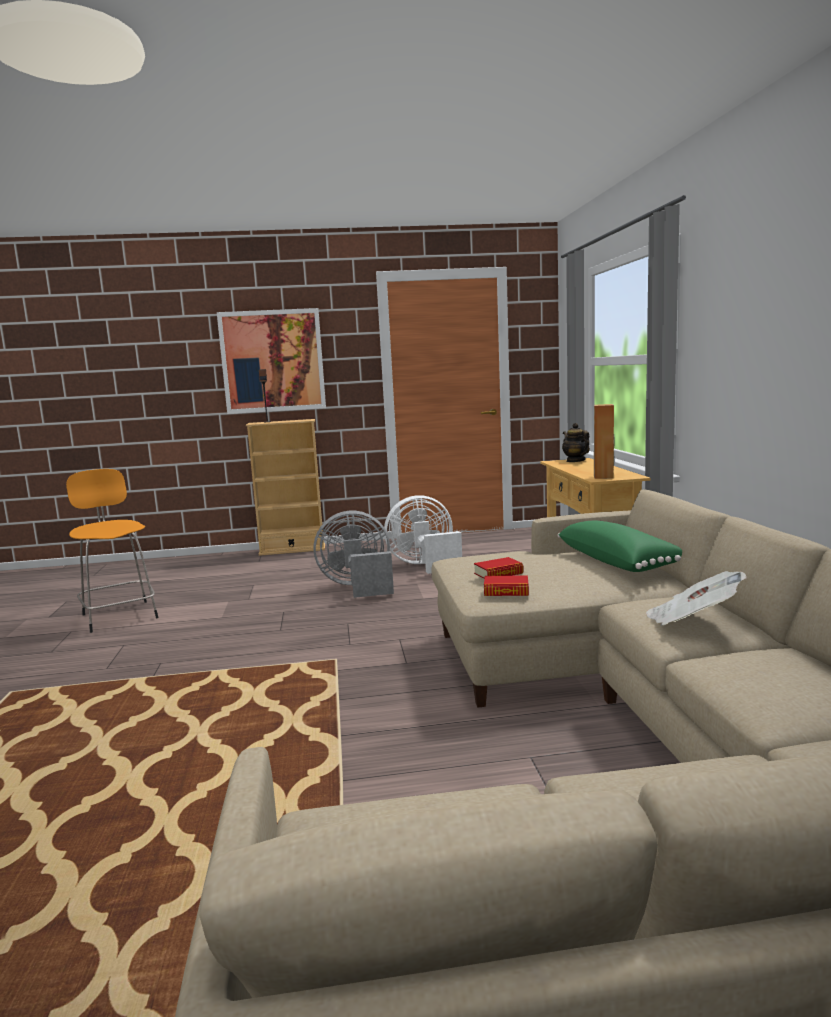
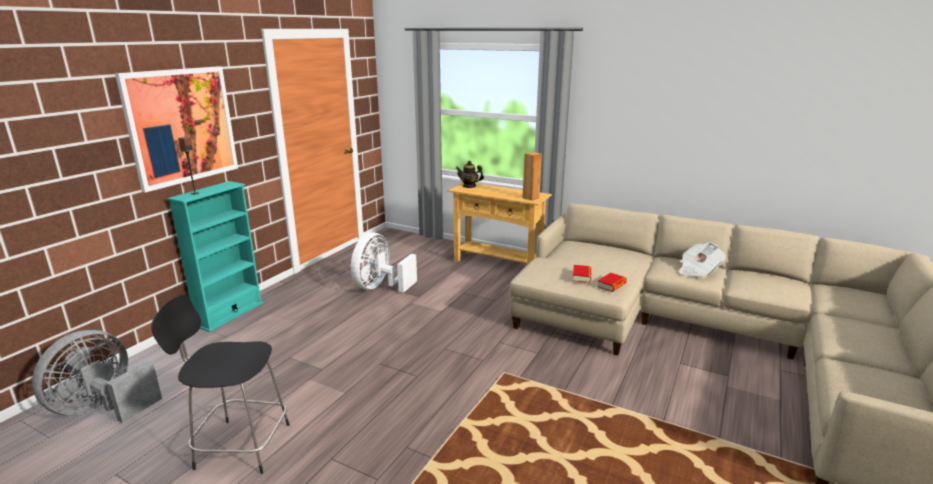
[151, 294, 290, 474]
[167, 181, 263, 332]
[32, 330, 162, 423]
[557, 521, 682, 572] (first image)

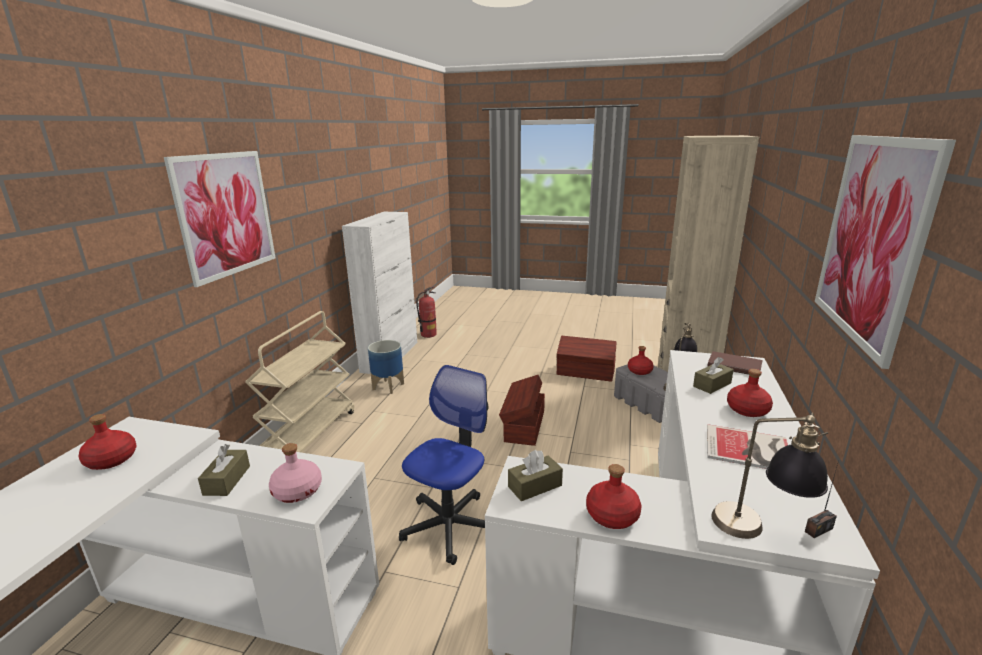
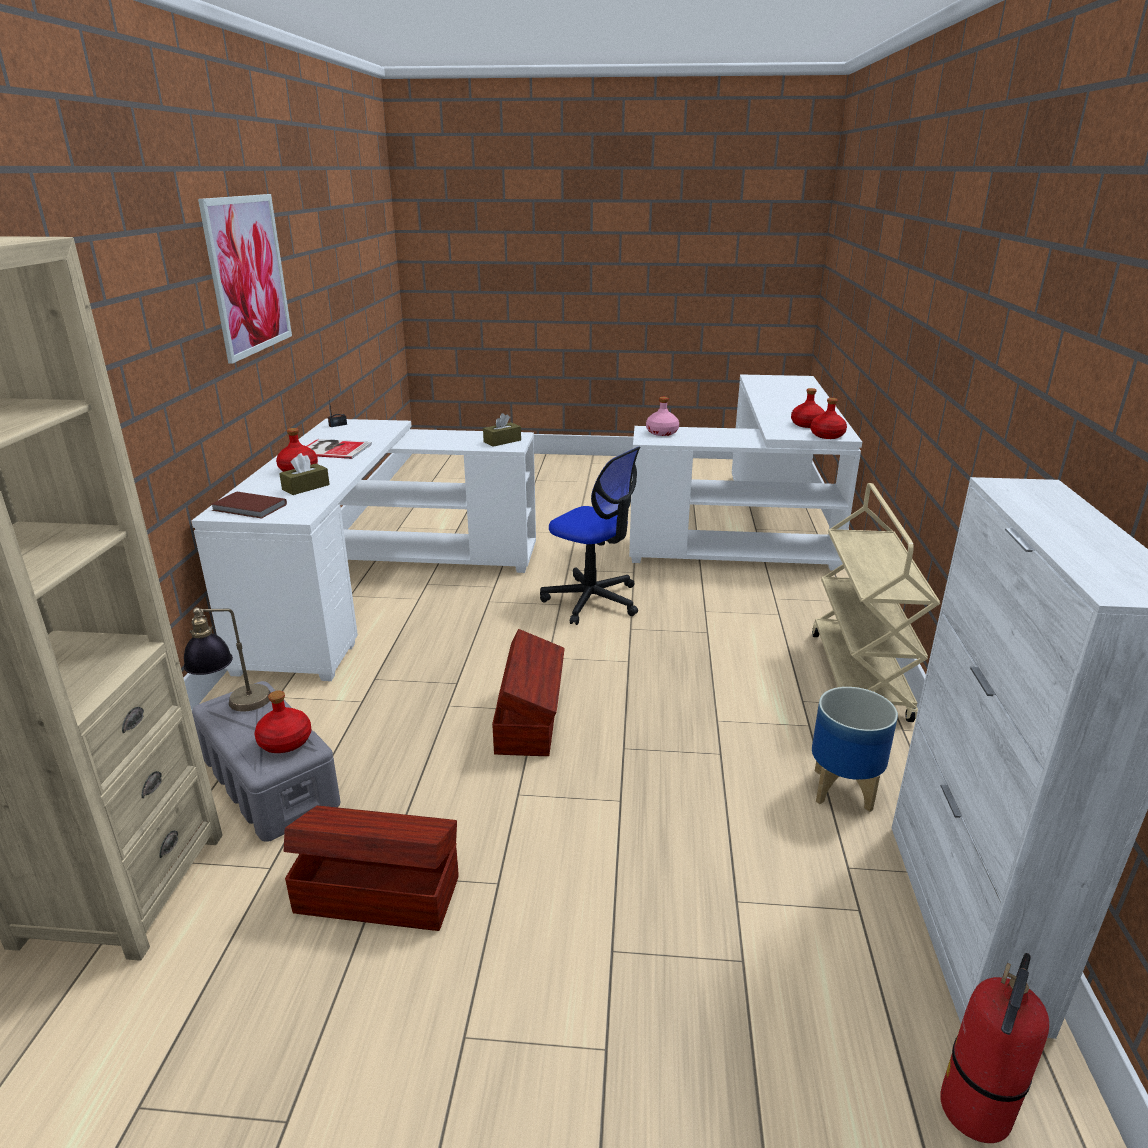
[164, 151, 276, 287] (first image)
[198, 444, 250, 496] (first image)
[540, 447, 640, 625]
[810, 398, 847, 439]
[711, 413, 828, 539] (first image)

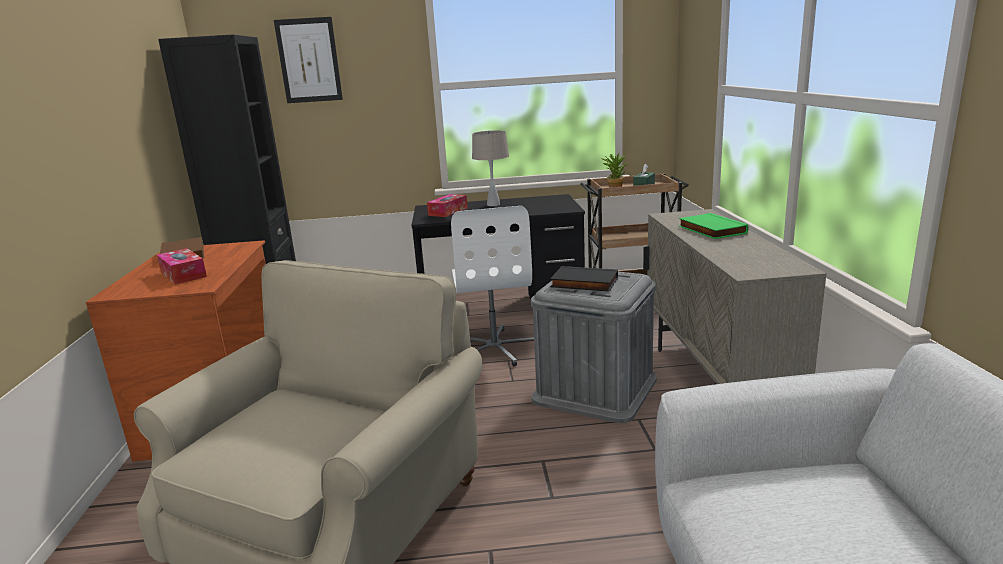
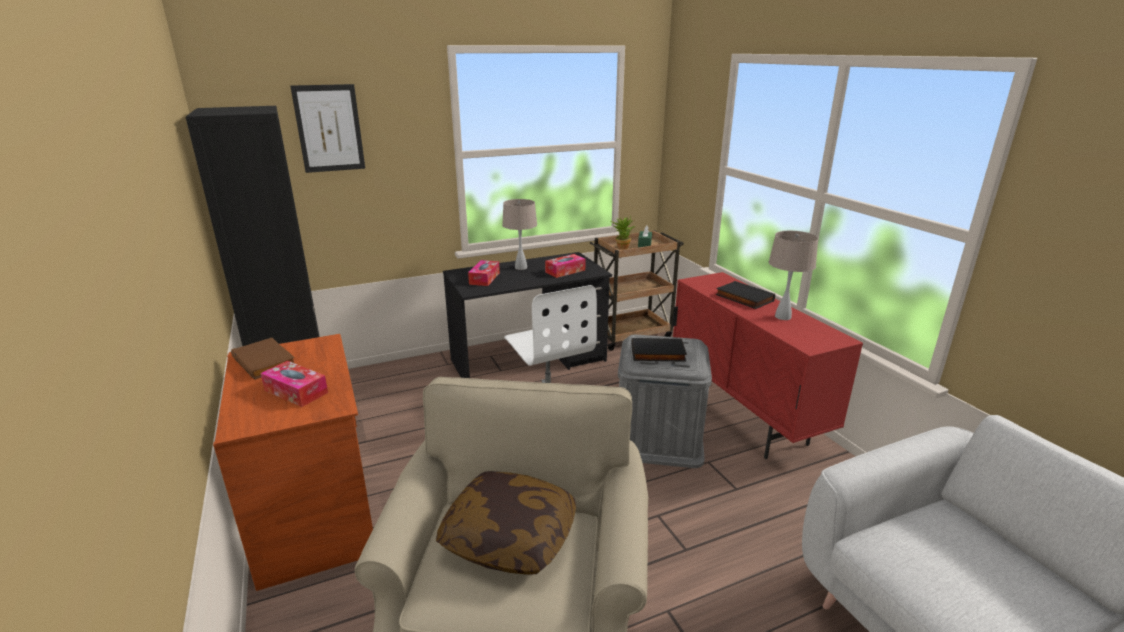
[672, 272, 863, 459]
[715, 281, 775, 309]
[436, 471, 576, 575]
[545, 254, 586, 278]
[769, 231, 819, 320]

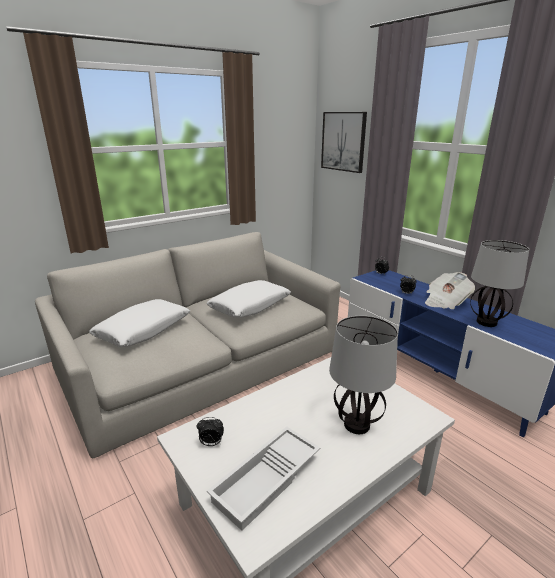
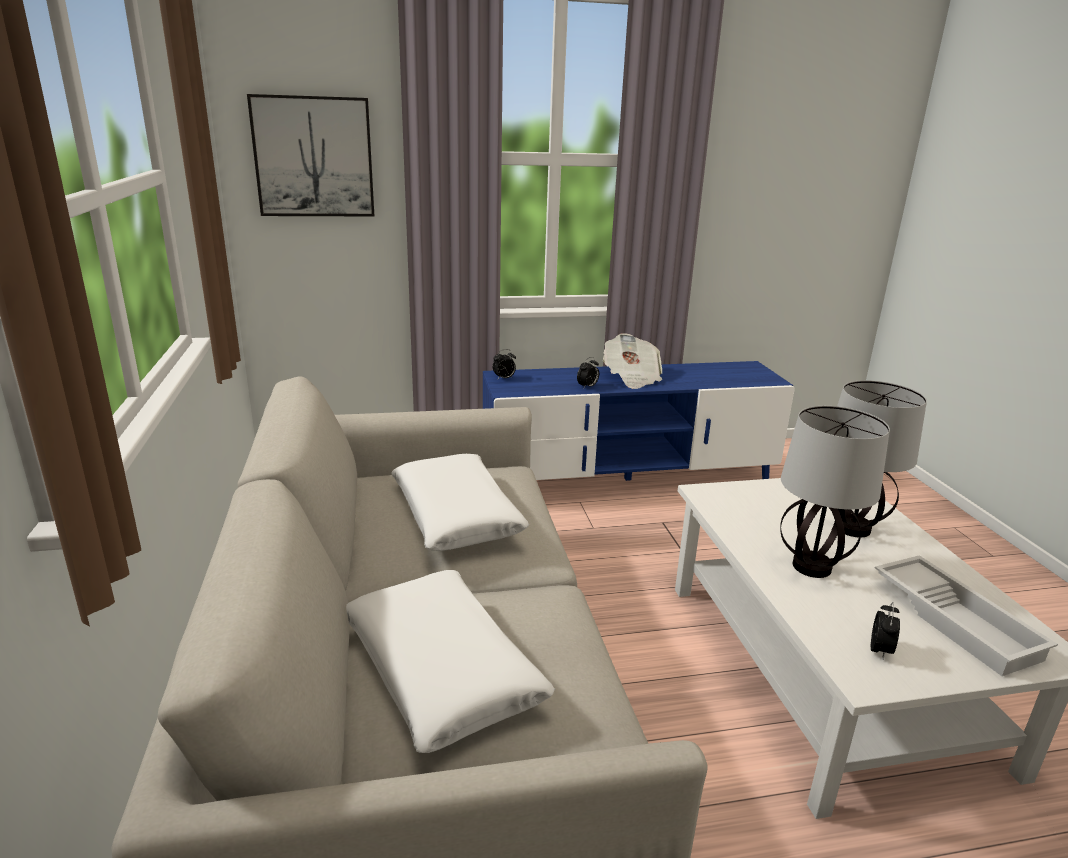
[780, 406, 890, 578]

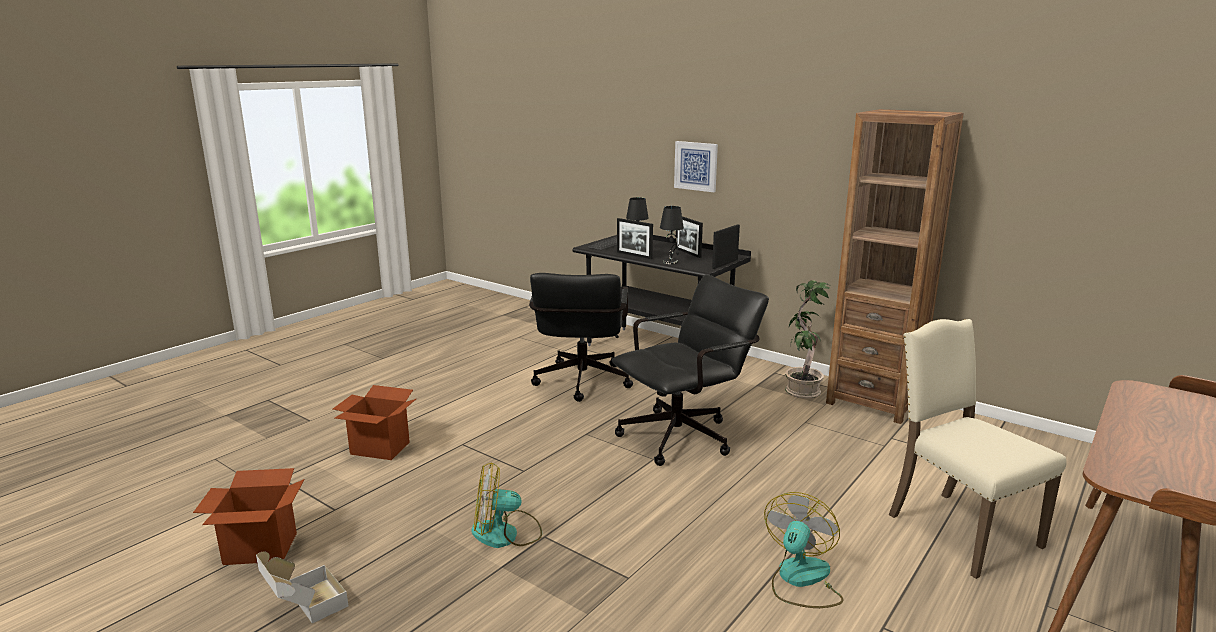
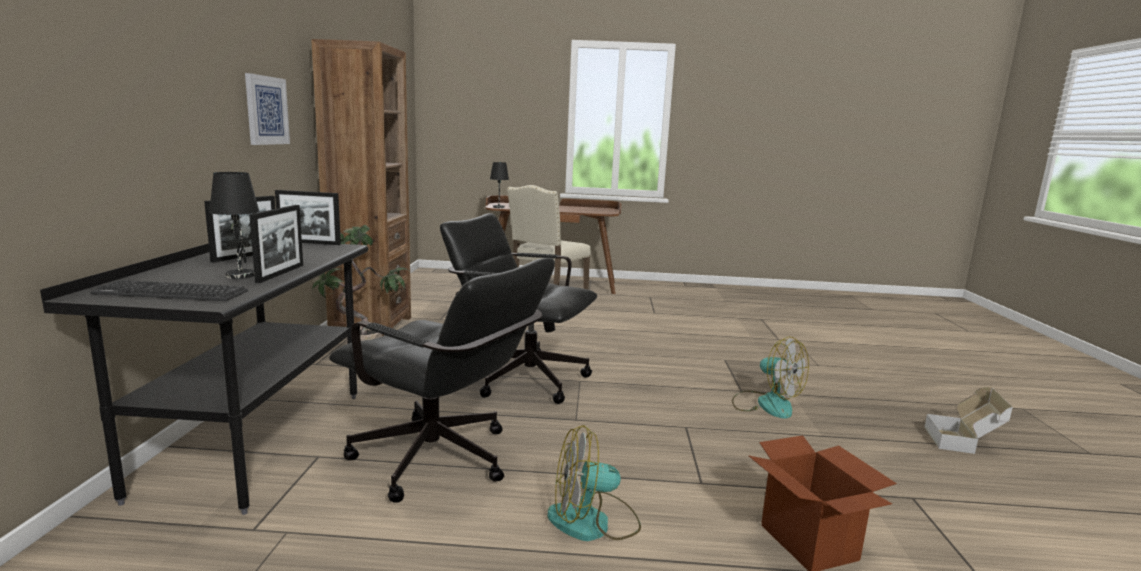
[193, 468, 305, 565] (first image)
[329, 258, 555, 503]
[490, 162, 509, 208]
[245, 73, 290, 145]
[548, 425, 641, 541]

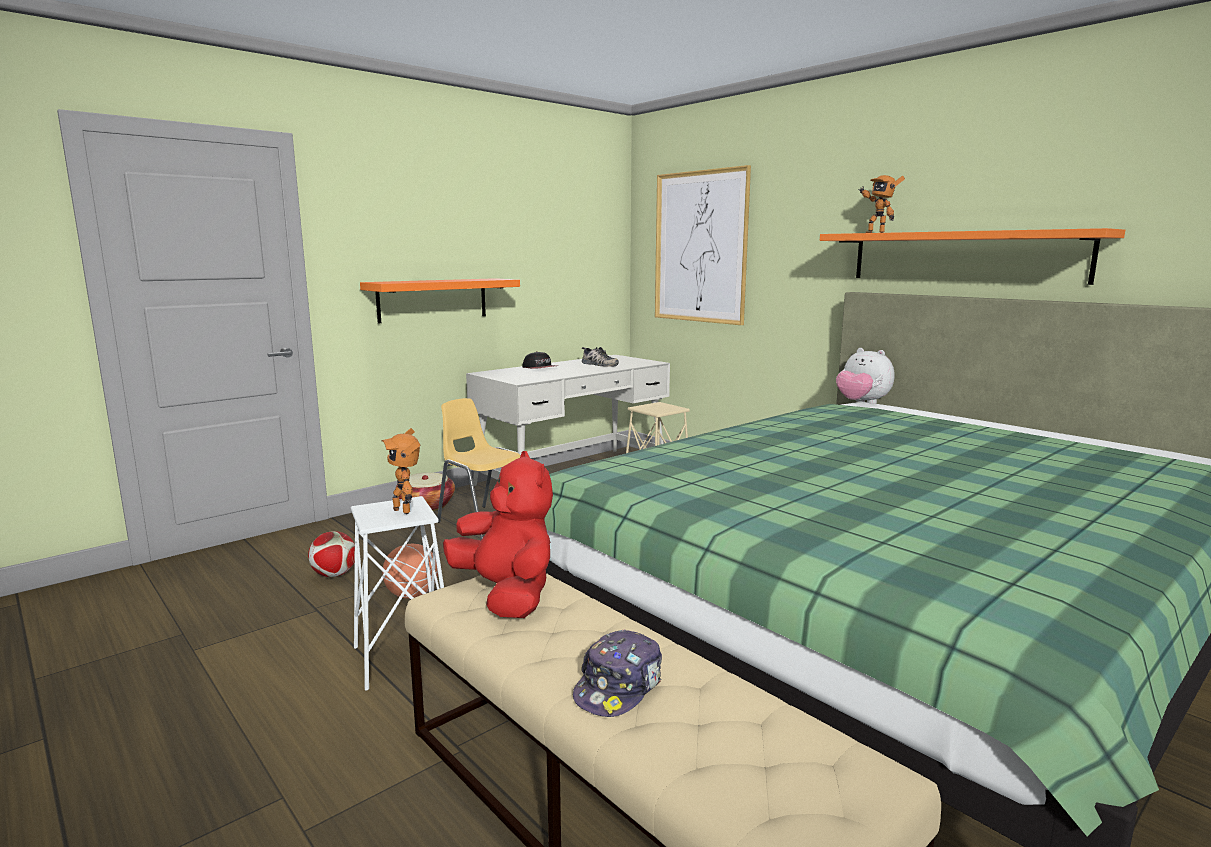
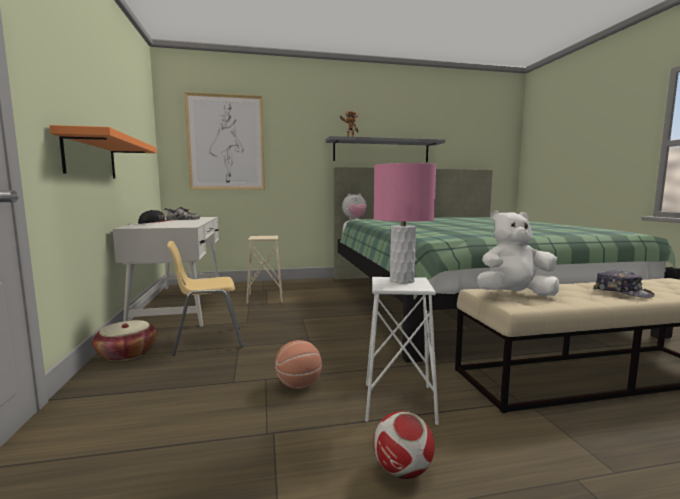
[373, 411, 434, 479]
[374, 163, 436, 284]
[477, 211, 559, 296]
[326, 136, 445, 163]

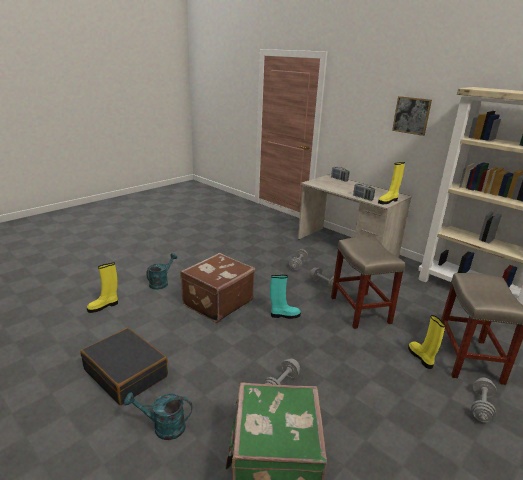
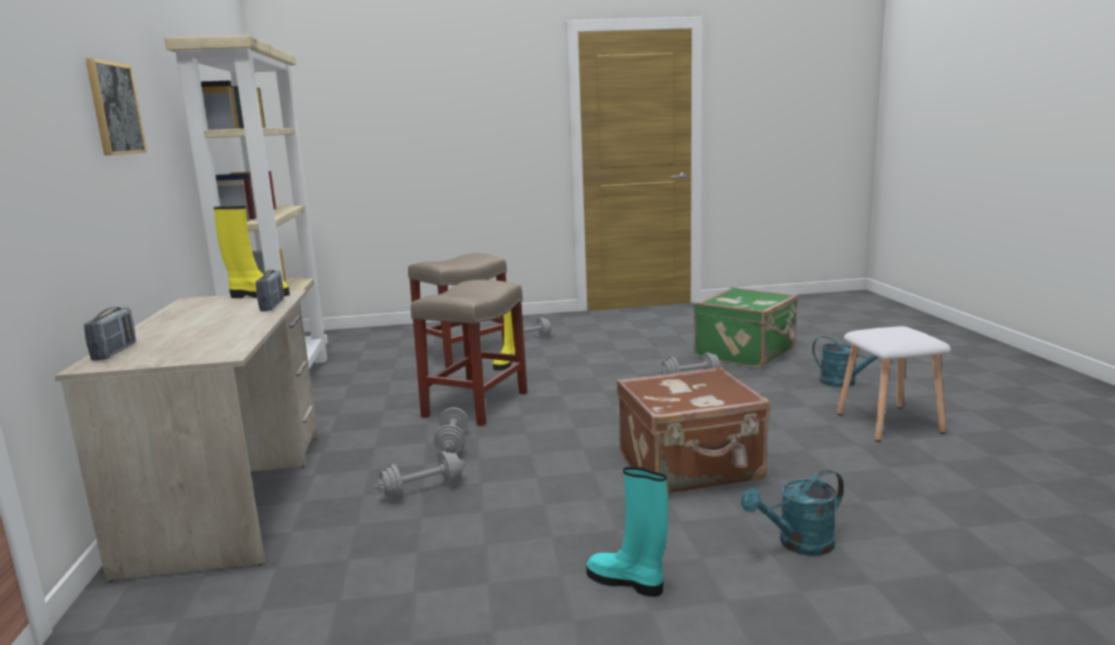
[837, 326, 951, 442]
[87, 262, 118, 313] (first image)
[586, 467, 668, 597]

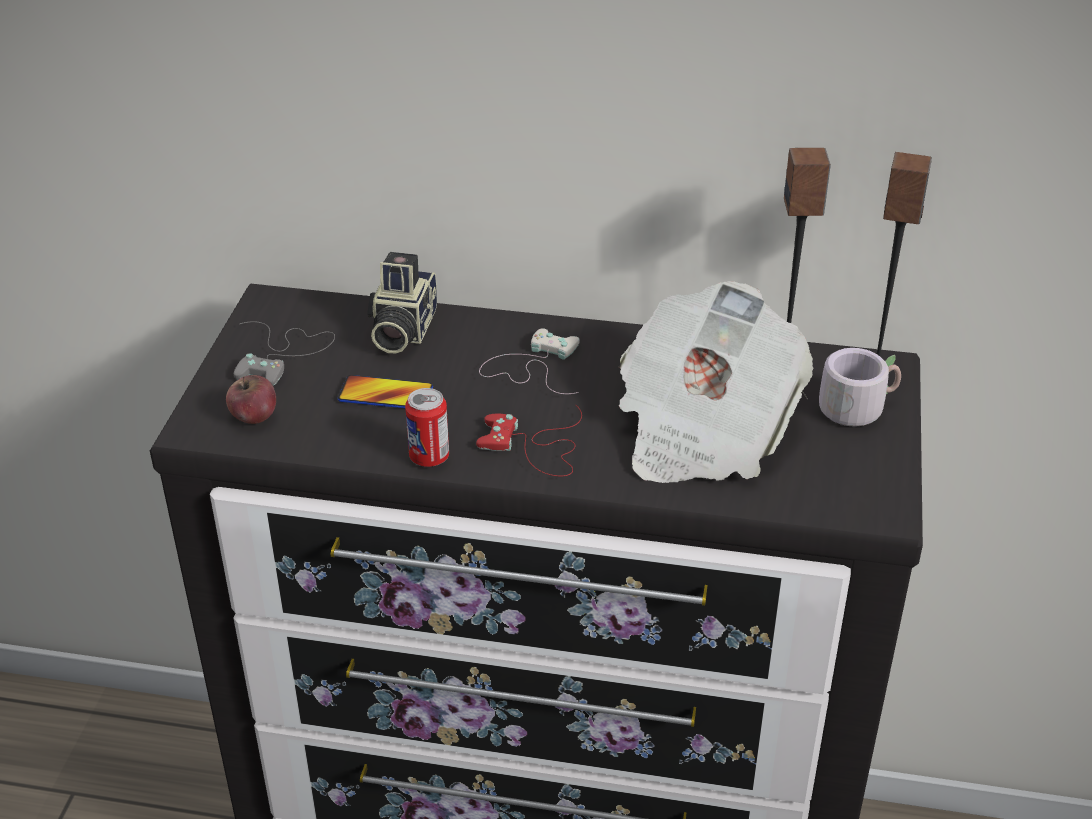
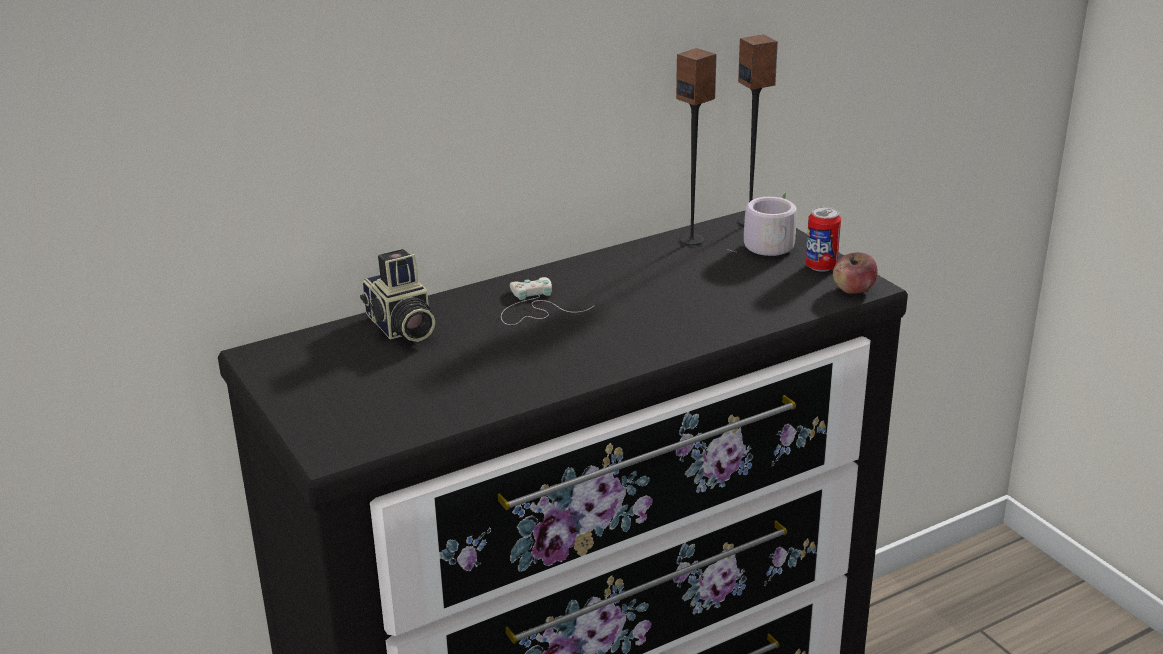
[833, 252, 878, 294]
[234, 321, 335, 386] (first image)
[338, 375, 433, 408] (first image)
[805, 207, 841, 272]
[476, 405, 582, 476] (first image)
[619, 281, 814, 483] (first image)

